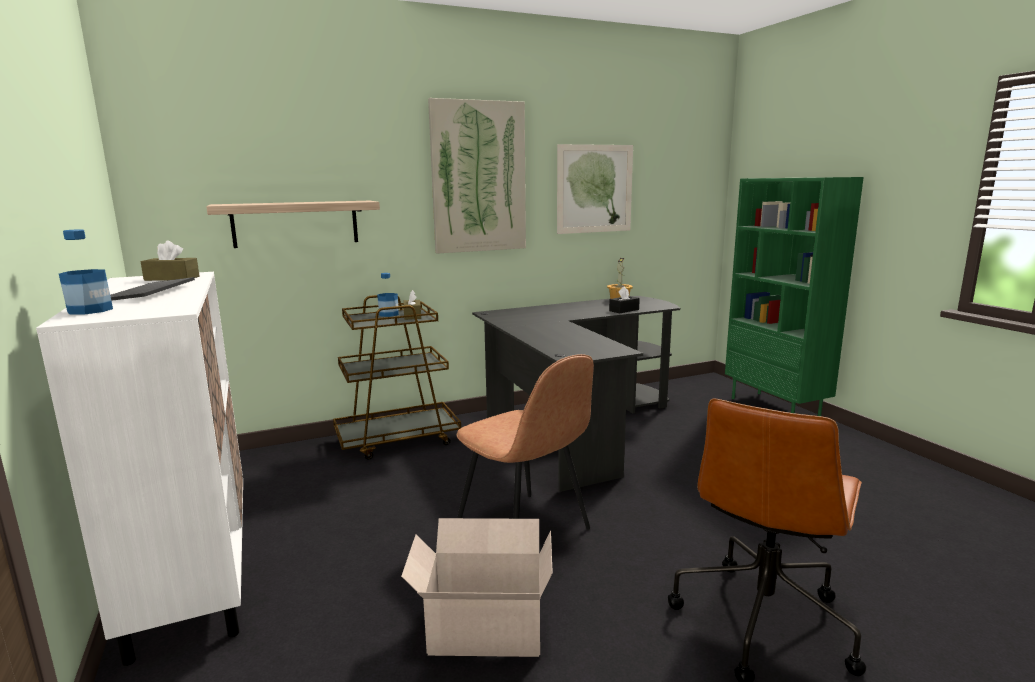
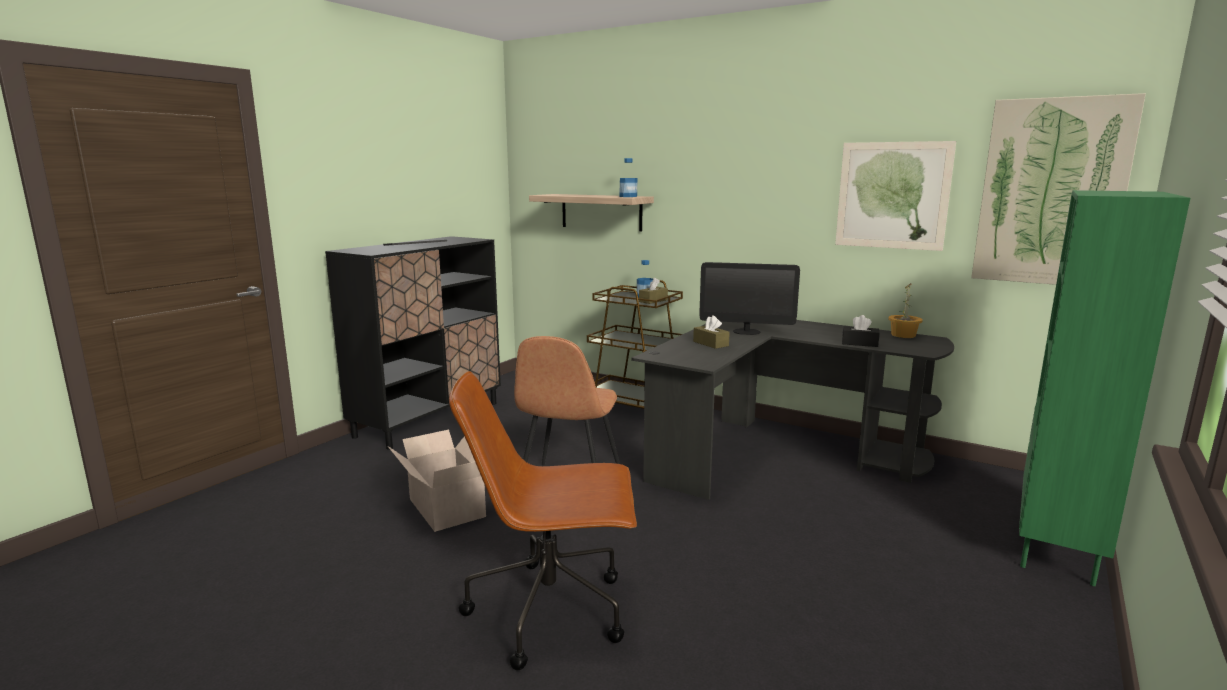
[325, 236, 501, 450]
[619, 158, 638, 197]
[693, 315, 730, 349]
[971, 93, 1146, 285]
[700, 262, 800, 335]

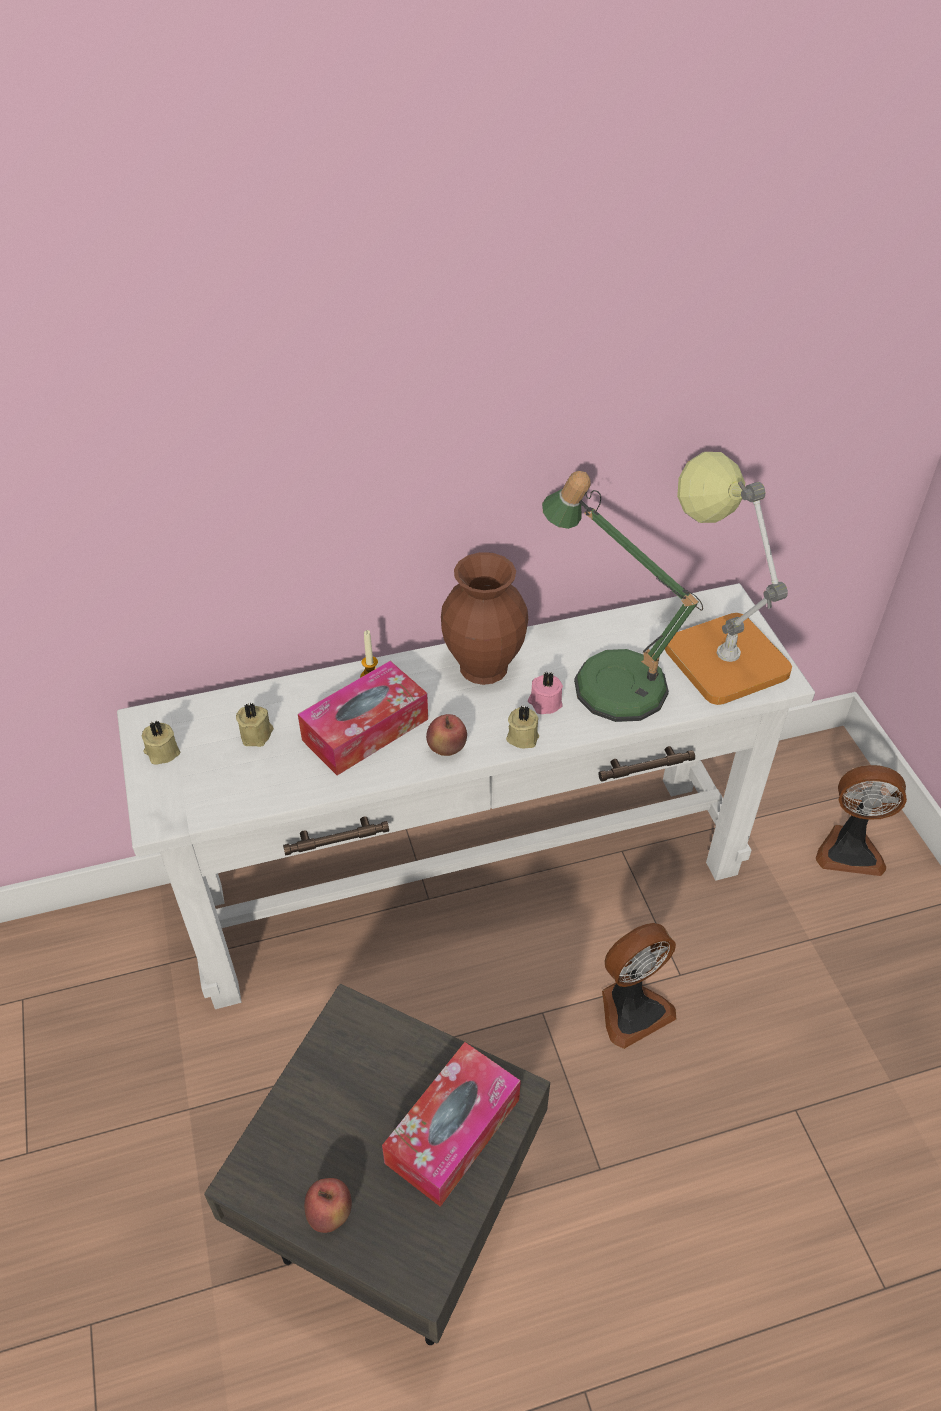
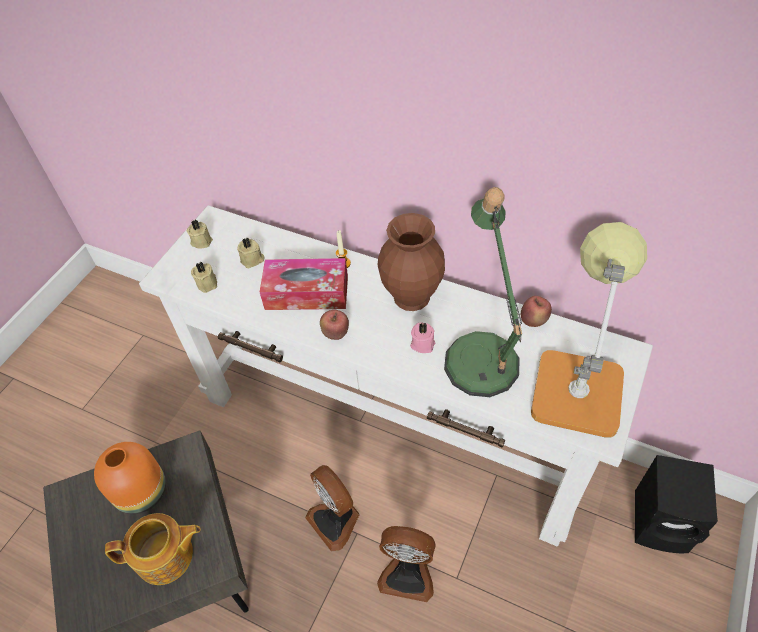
[521, 296, 552, 327]
[105, 513, 201, 585]
[191, 262, 217, 293]
[305, 465, 359, 551]
[94, 442, 166, 514]
[635, 455, 718, 553]

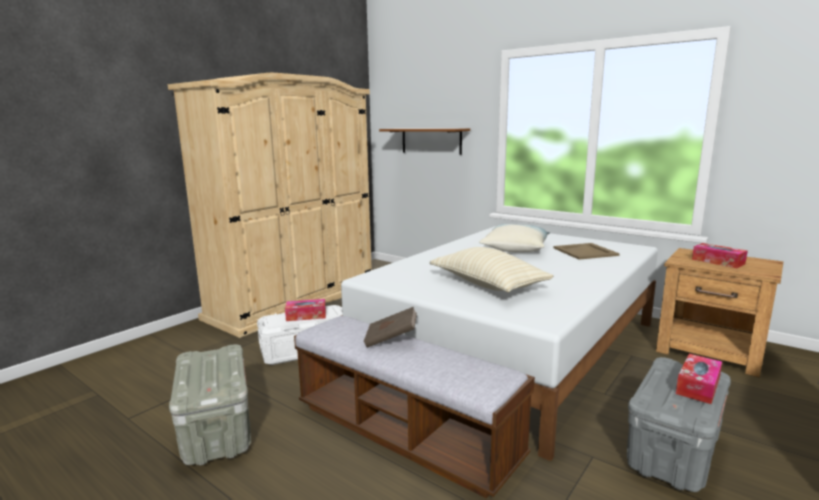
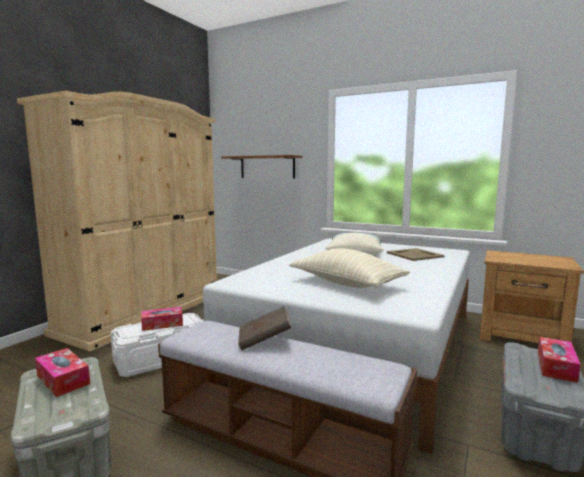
[35, 348, 90, 397]

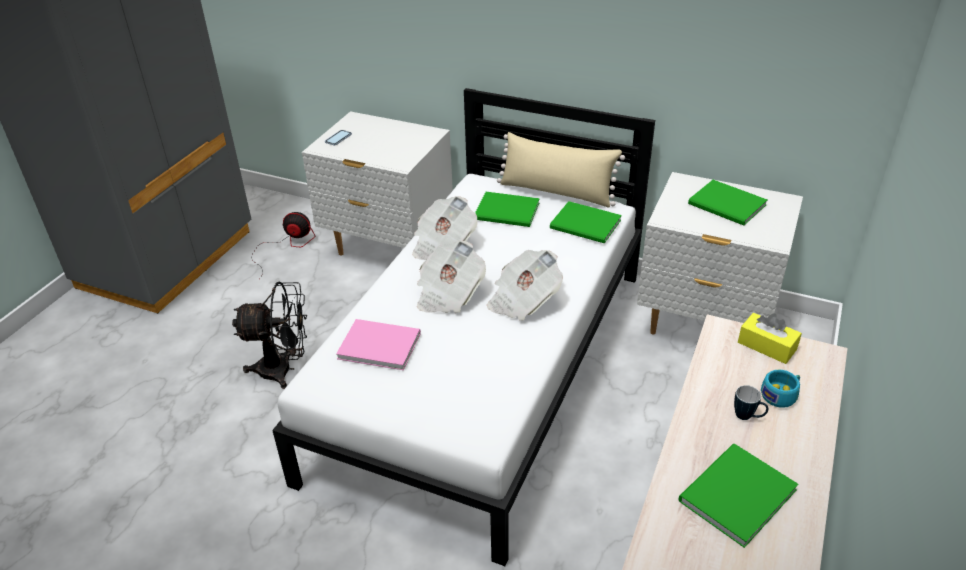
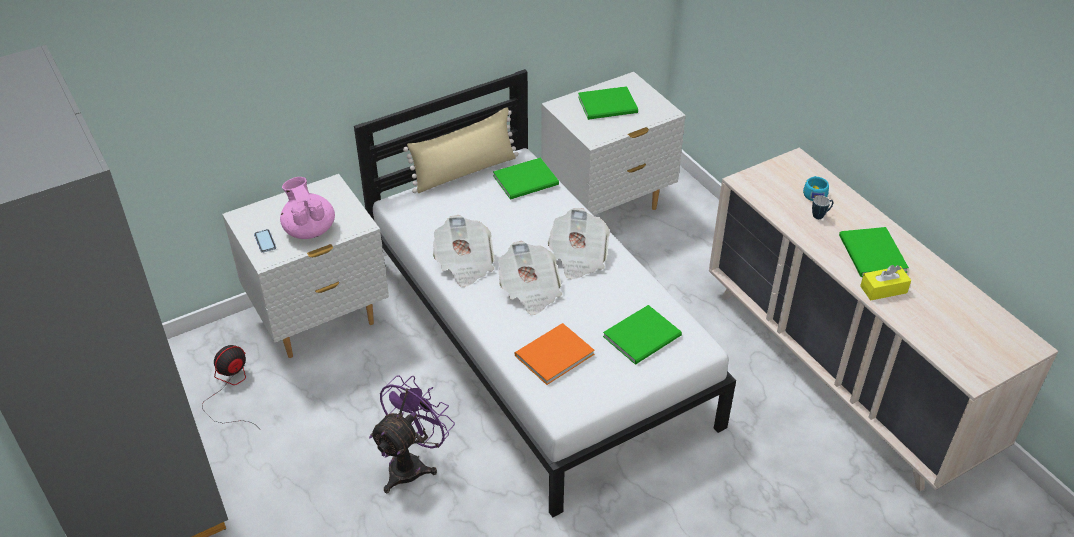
[369, 376, 455, 493]
[515, 323, 595, 385]
[603, 305, 682, 365]
[860, 265, 911, 301]
[280, 177, 335, 239]

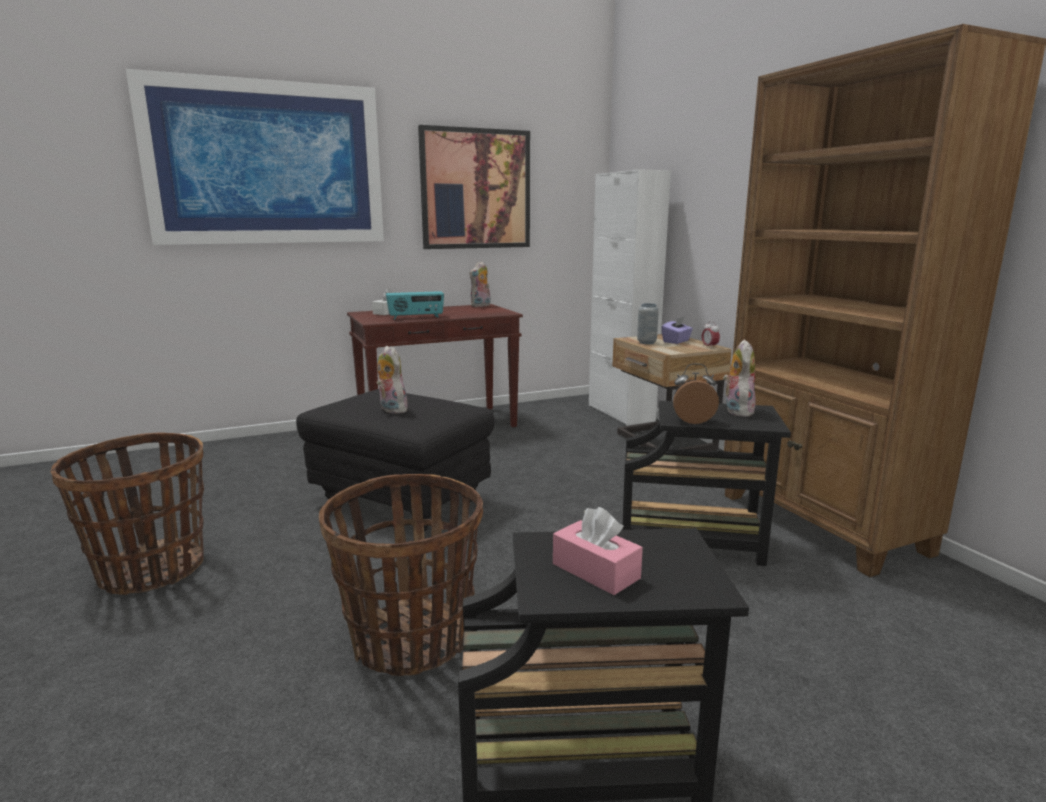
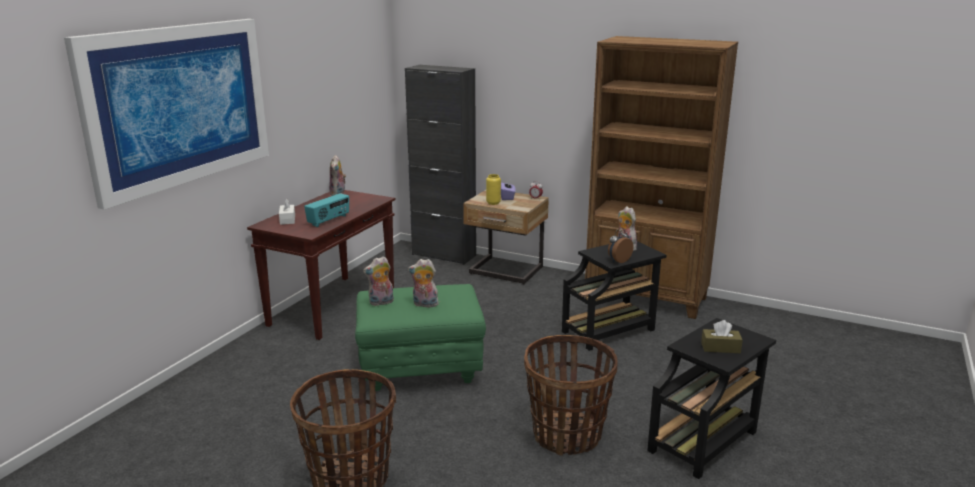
[355, 284, 486, 391]
[418, 125, 530, 249] (first image)
[701, 320, 743, 353]
[405, 65, 476, 265]
[486, 174, 501, 205]
[363, 256, 394, 306]

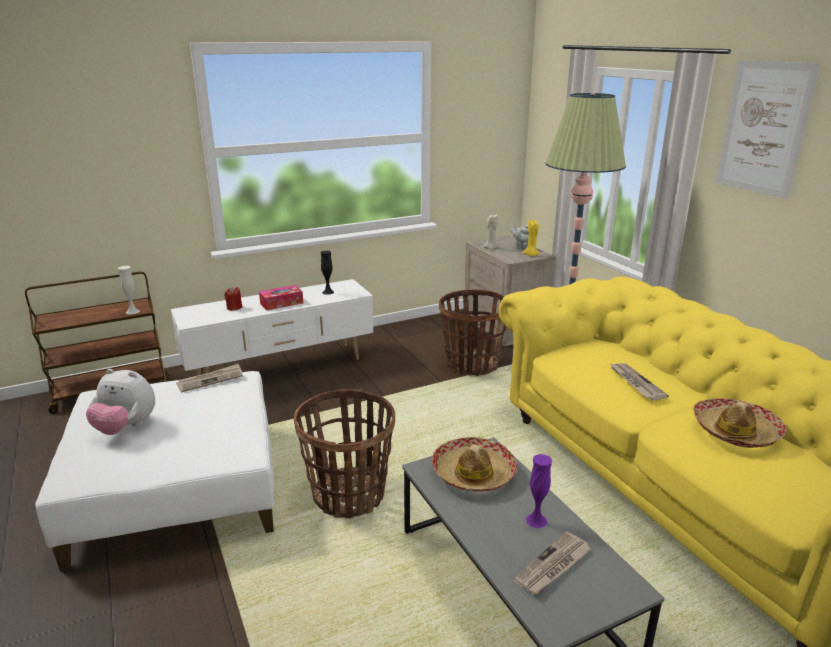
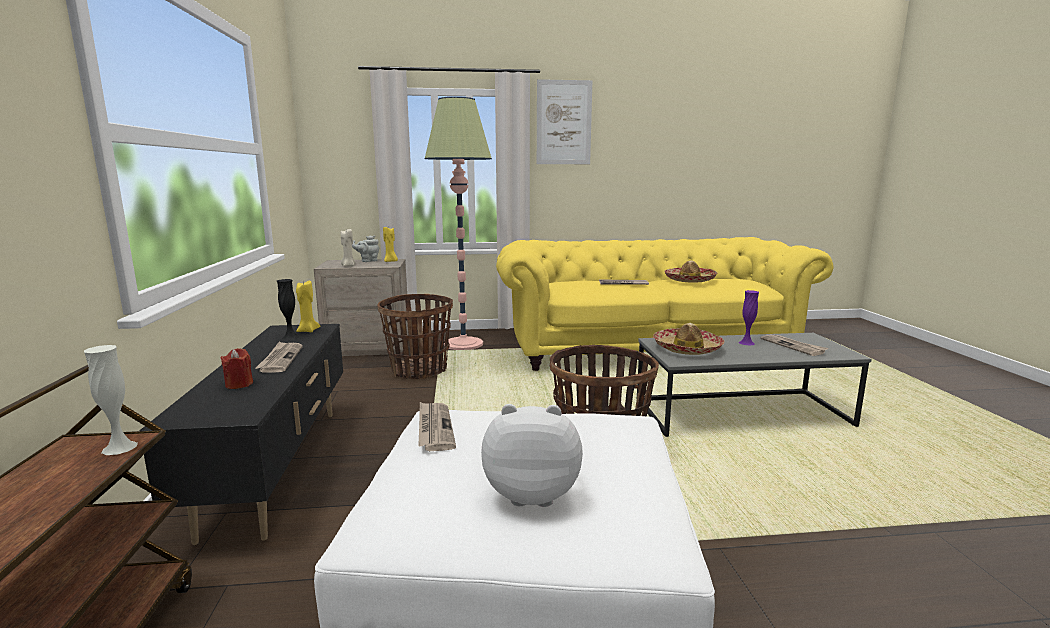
[481, 404, 583, 507]
[139, 324, 343, 545]
[255, 341, 303, 373]
[296, 280, 320, 332]

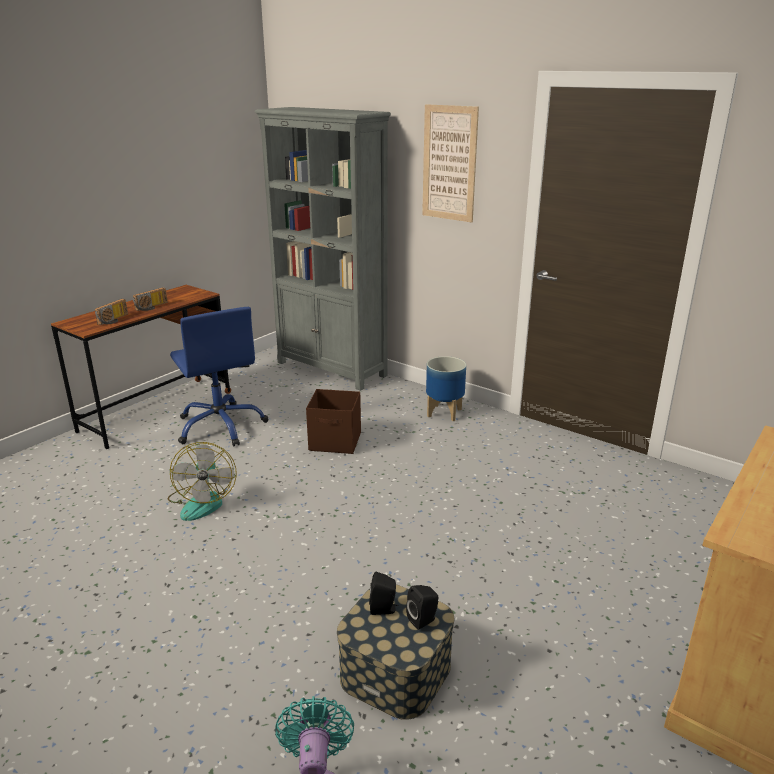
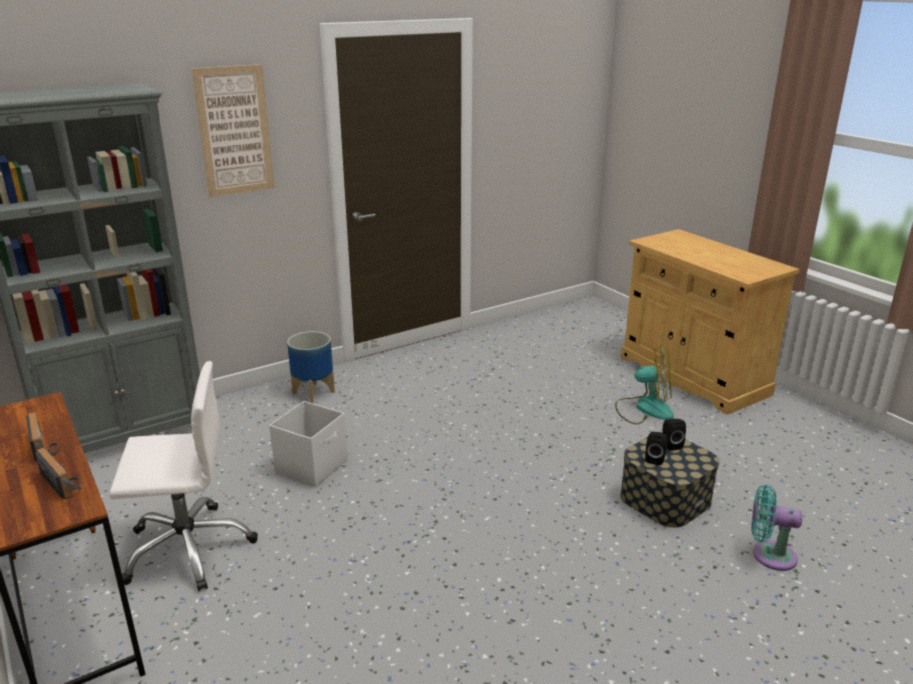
[615, 345, 674, 424]
[109, 361, 258, 591]
[269, 401, 348, 487]

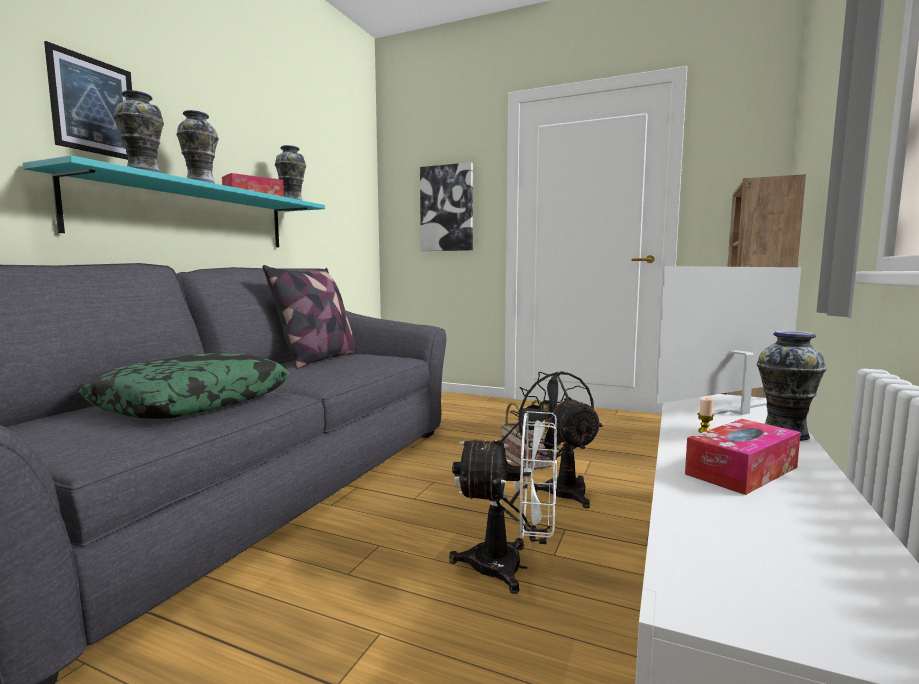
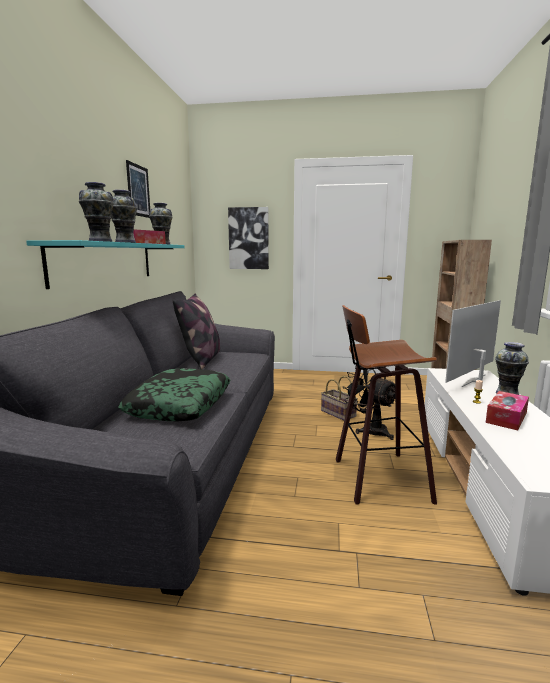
[126, 160, 150, 218]
[336, 305, 437, 504]

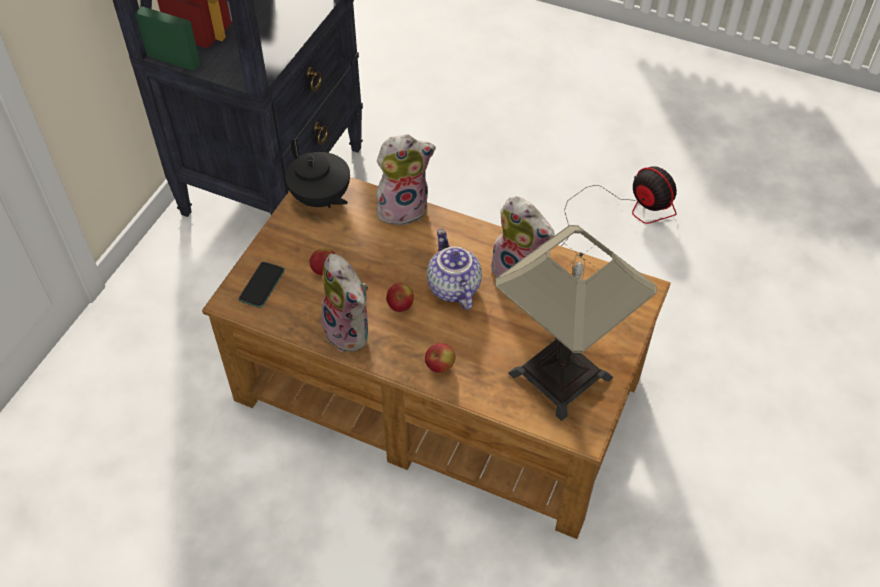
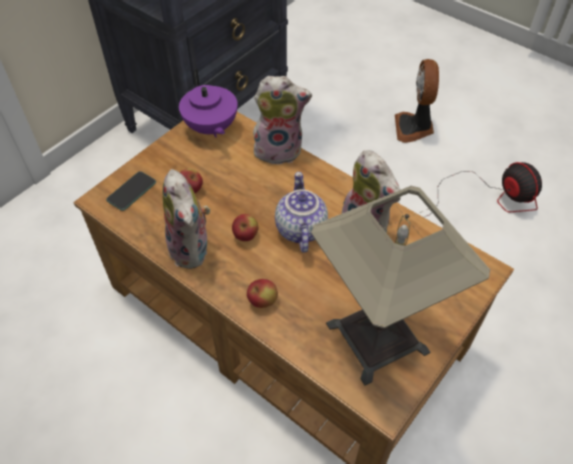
[179, 69, 238, 138]
[395, 59, 439, 143]

